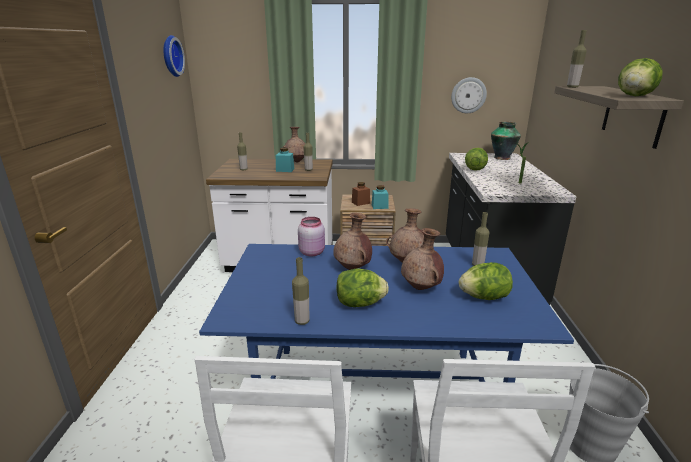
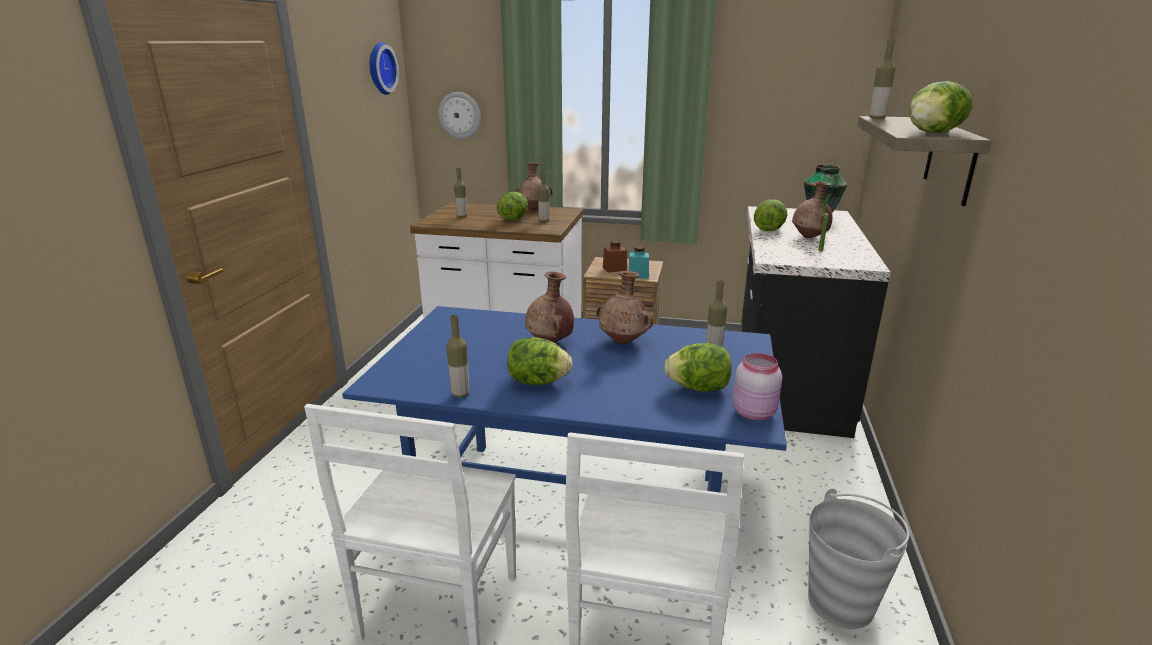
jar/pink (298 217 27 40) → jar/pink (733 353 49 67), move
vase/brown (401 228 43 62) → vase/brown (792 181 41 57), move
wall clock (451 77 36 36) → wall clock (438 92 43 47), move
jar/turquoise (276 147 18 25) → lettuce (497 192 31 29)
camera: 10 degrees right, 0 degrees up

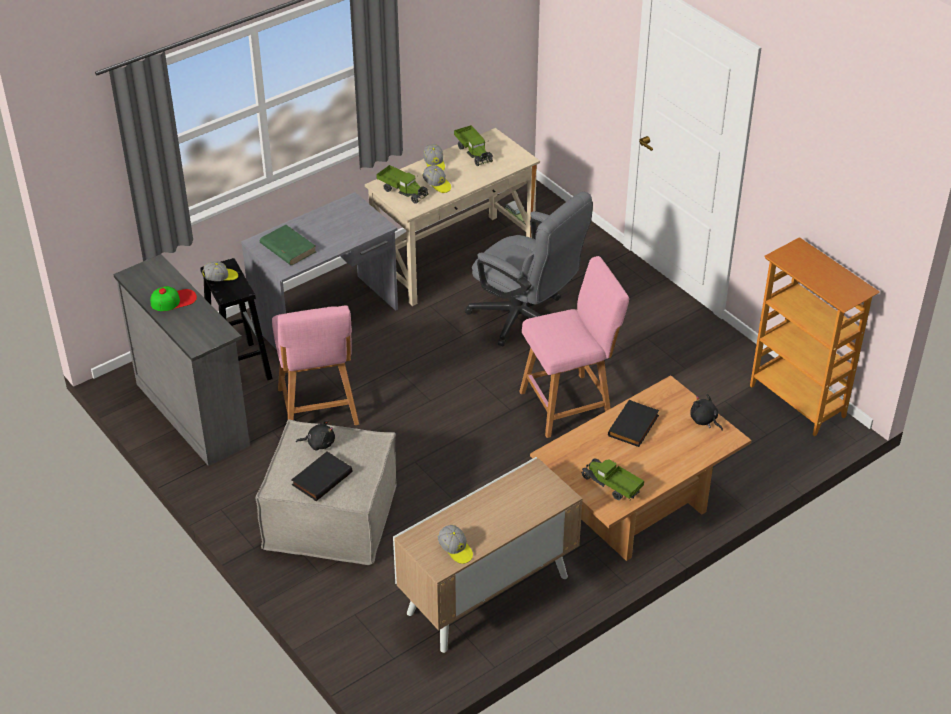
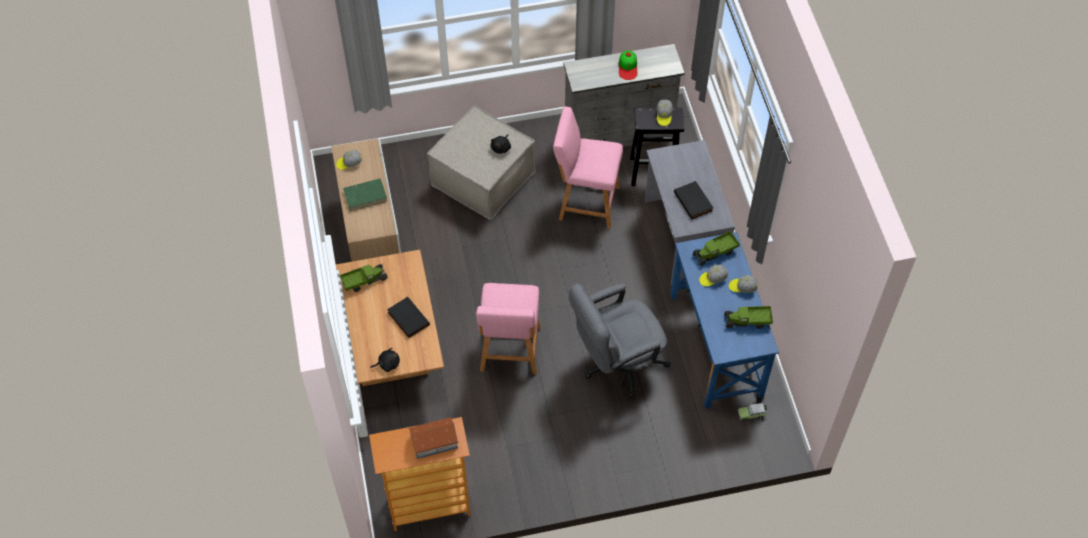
- → toy house (408 417 51 42)
book/green (260 225 56 40) → book/green (343 178 45 33), move
book/black (291 452 61 49) → book/black (674 181 39 38), move
desk/beige (365 128 175 178) → desk/blue (670 232 109 177)
camera: 115 degrees right, 15 degrees up

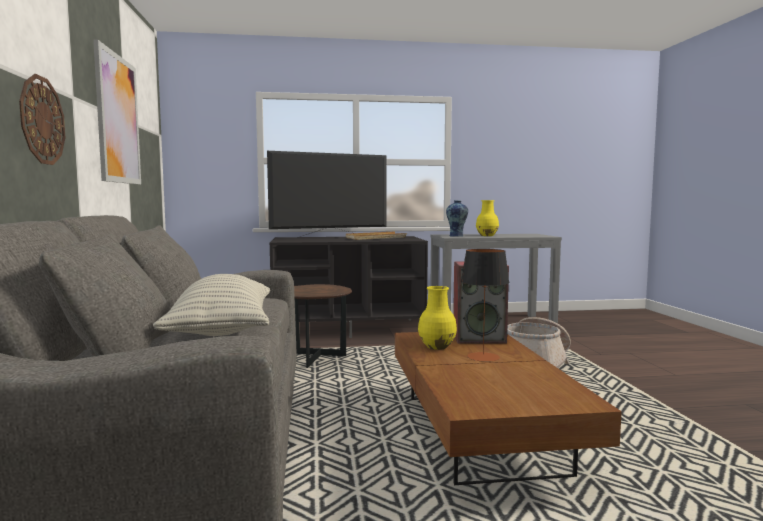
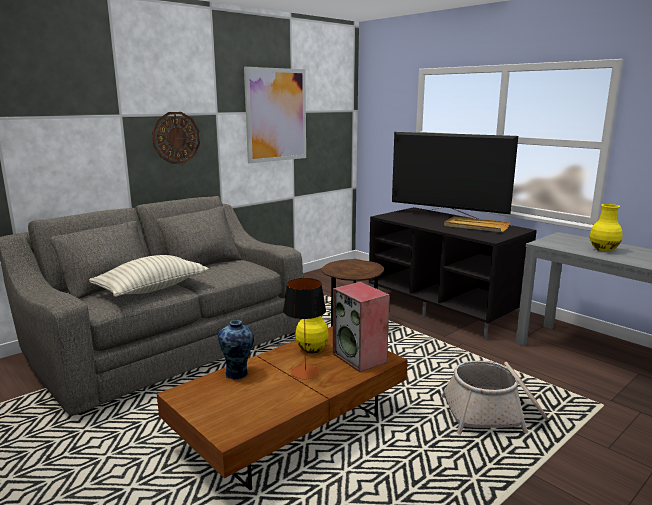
vase (446 200 22 37) → vase (218 320 36 59), move
camera: 55 degrees right, 10 degrees up

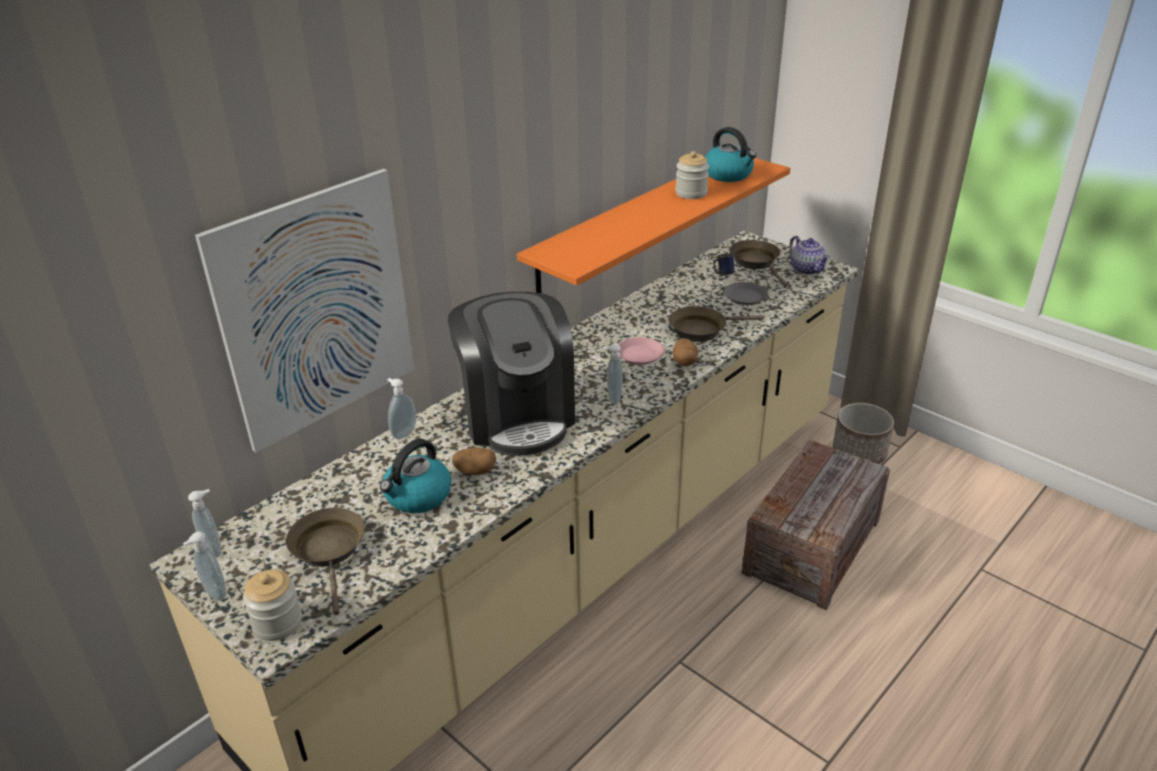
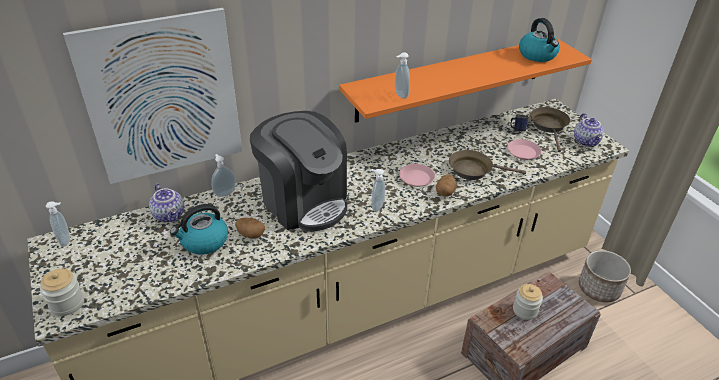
frying pan/brown (286 508 79 107) → -
- → teapot (149 183 35 39)
soap dispenser (183 532 44 69) → soap dispenser (395 52 15 47), move
jar (675 151 34 48) → jar (513 284 30 36), move
plate/grey (724 282 44 23) → plate/pink (507 139 35 21)
coffee machine (448 292 127 164) → coffee machine (250 111 97 121), 45 degrees counterclockwise
camera: 20 degrees right, 5 degrees up

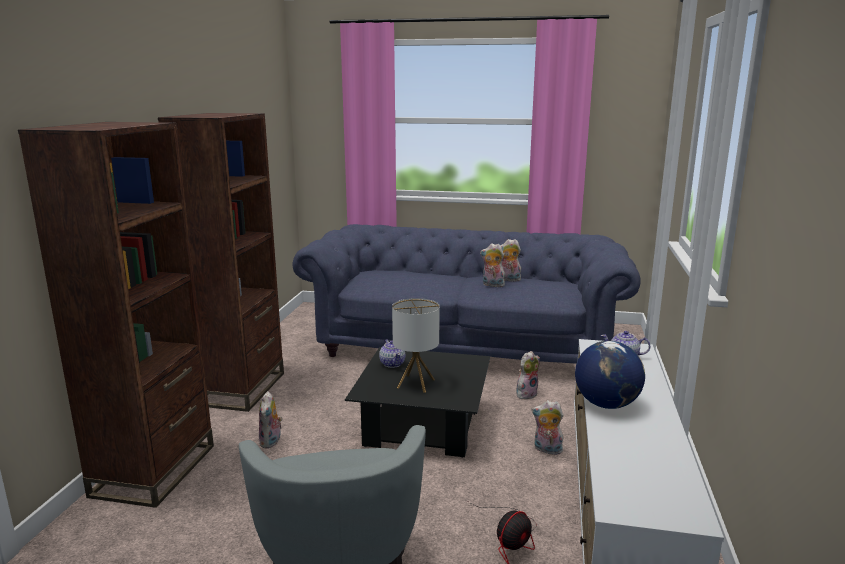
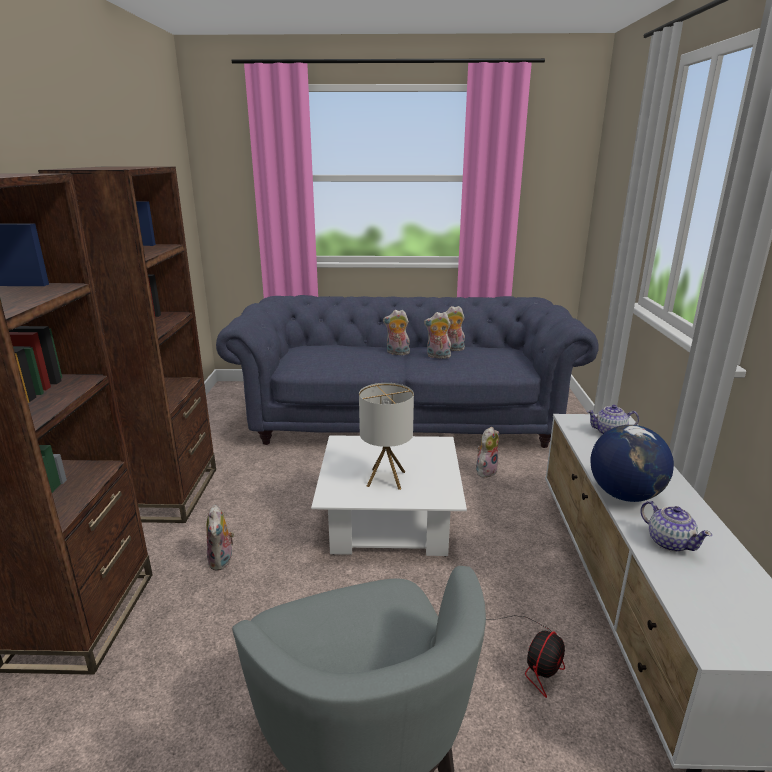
teapot (379 339 26 29) → teapot (640 501 72 51), move
plush toy (531 400 32 55) → plush toy (383 310 27 45), move
coffee table/black (345 347 145 111) → coffee table/white (311 435 156 122)
camera: 10 degrees left, 5 degrees up

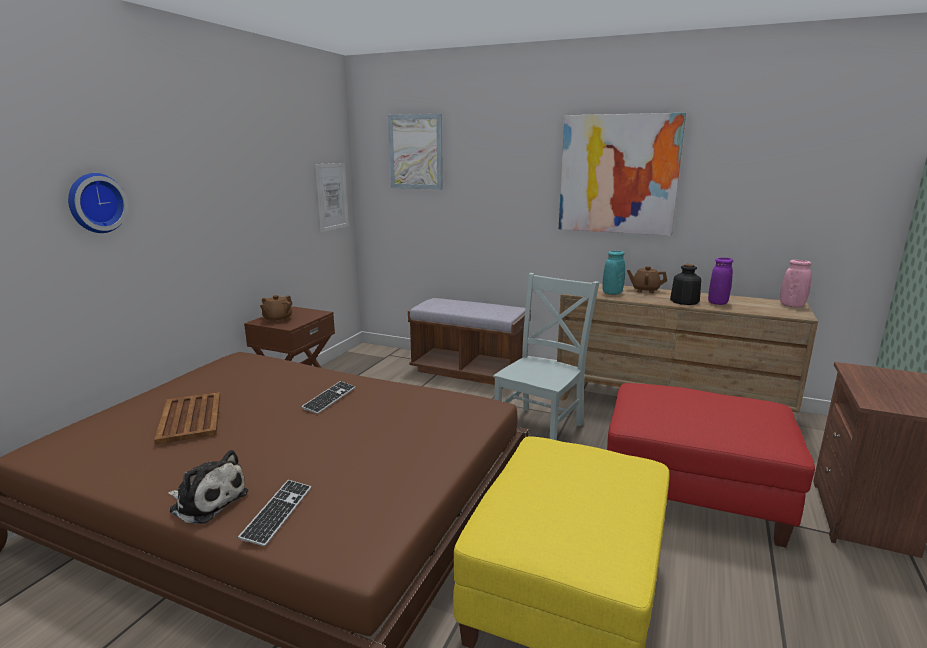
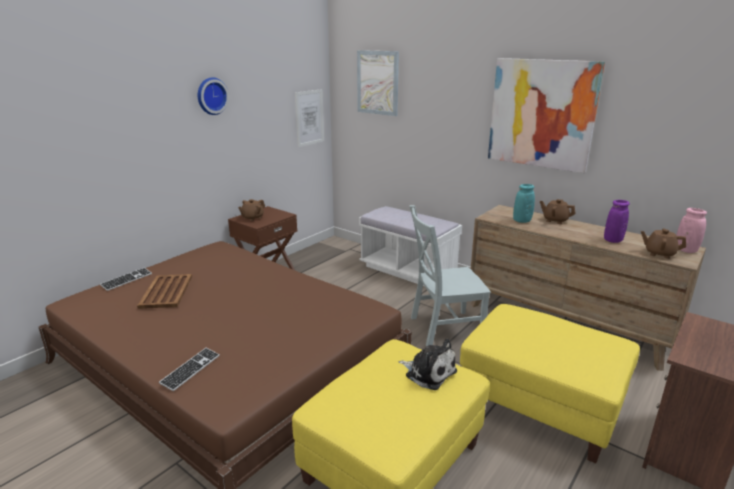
bottle (670 264 31 41) → -
- → teapot/brown (641 228 45 31)
wall clock (68 173 60 60) → wall clock (198 77 31 38), move
plush toy (168 450 80 74) → plush toy (399 339 58 51), move
keyboard (301 381 55 33) → keyboard (100 268 52 23), move
bench/brown (408 298 123 87) → bench/white (359 206 103 80)
ottoman/red (607 383 208 165) → ottoman/yellow (460 304 180 159)
chair/grey (493 273 107 167) → chair/grey (409 205 82 141), 150 degrees counterclockwise
camera: 15 degrees right, 5 degrees up

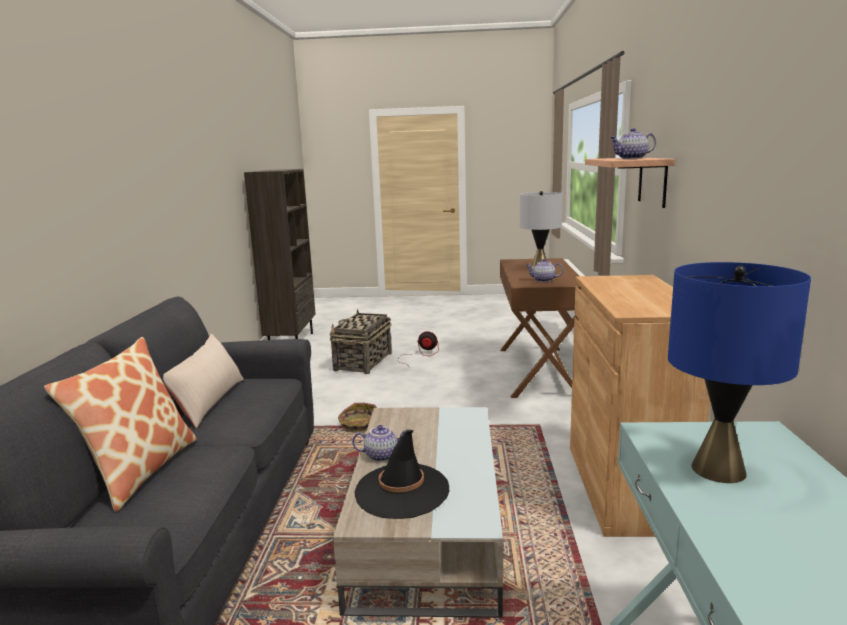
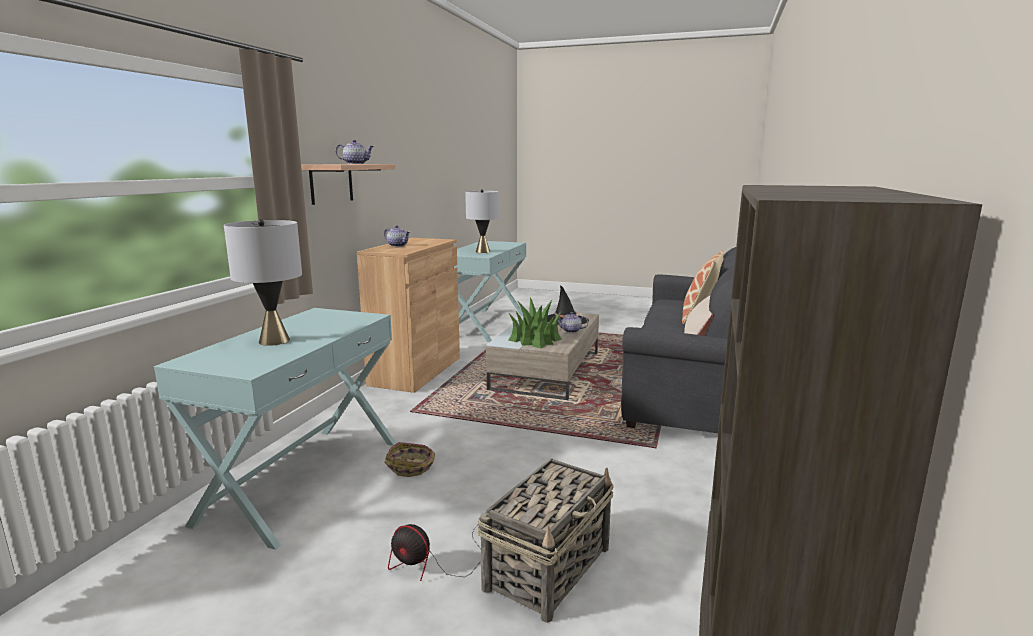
- → potted plant (509 298 53 50)
basket (338 403 39 29) → basket (384 442 51 35), move
teapot (525 259 38 23) → teapot (384 225 26 22), move
console table/brown (500 258 81 140) → console table/turquoise (154 308 243 242)
table lamp/blue (668 262 143 221) → table lamp/grey (465 189 34 64)
camera: 165 degrees left, 0 degrees up

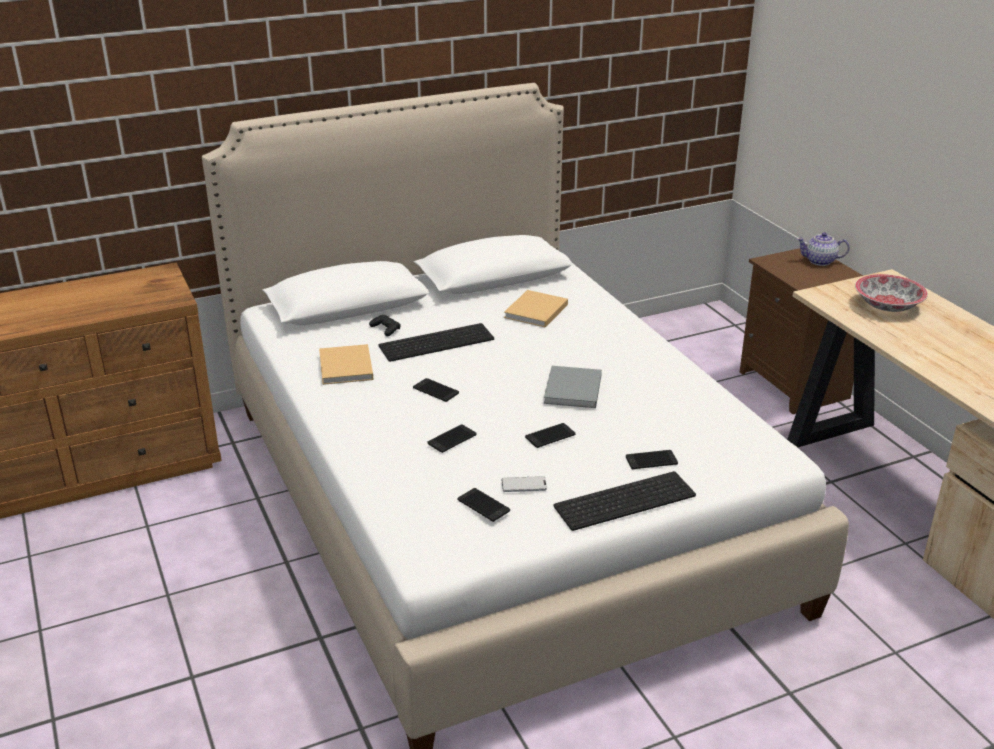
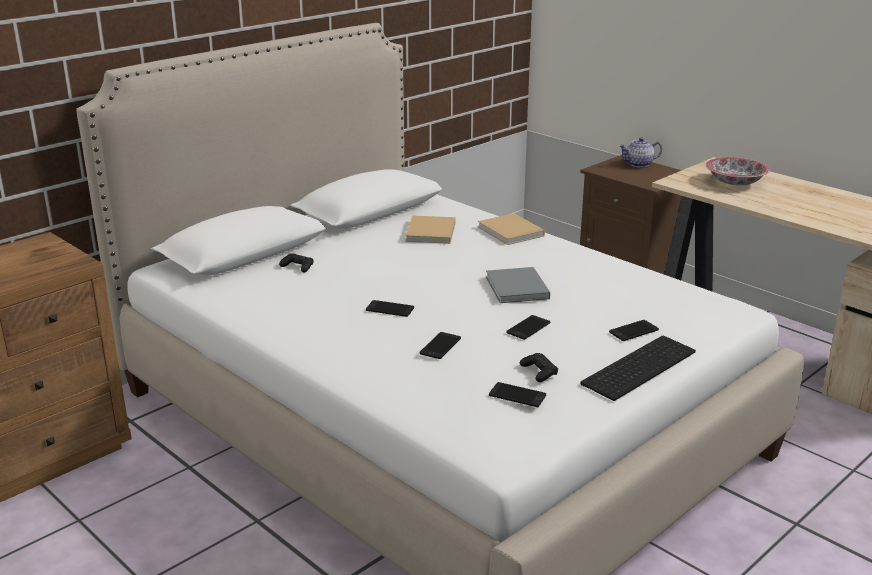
keyboard (378 323 116 39) → -
book/beige (319 344 54 41) → book/beige (478 213 67 32), move
phone (502 476 45 16) → game controller/black (520 353 38 29)
camera: 20 degrees left, 5 degrees down

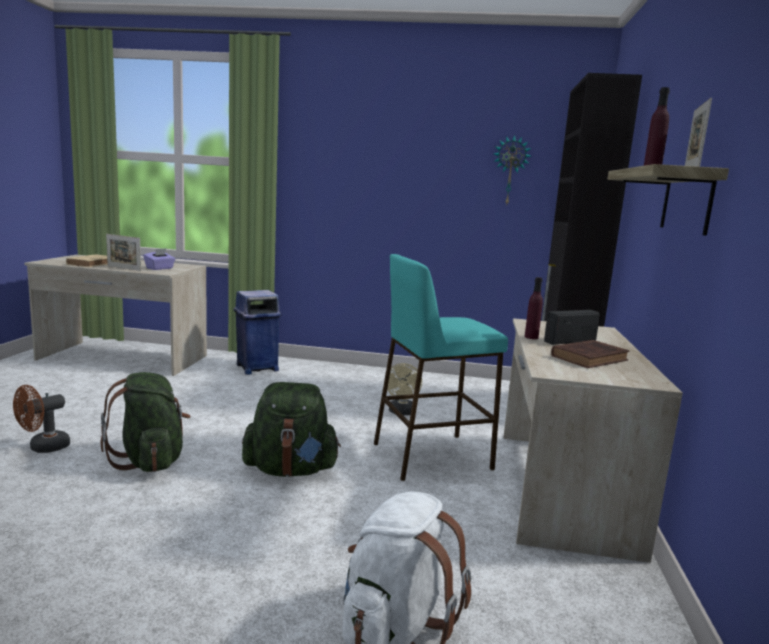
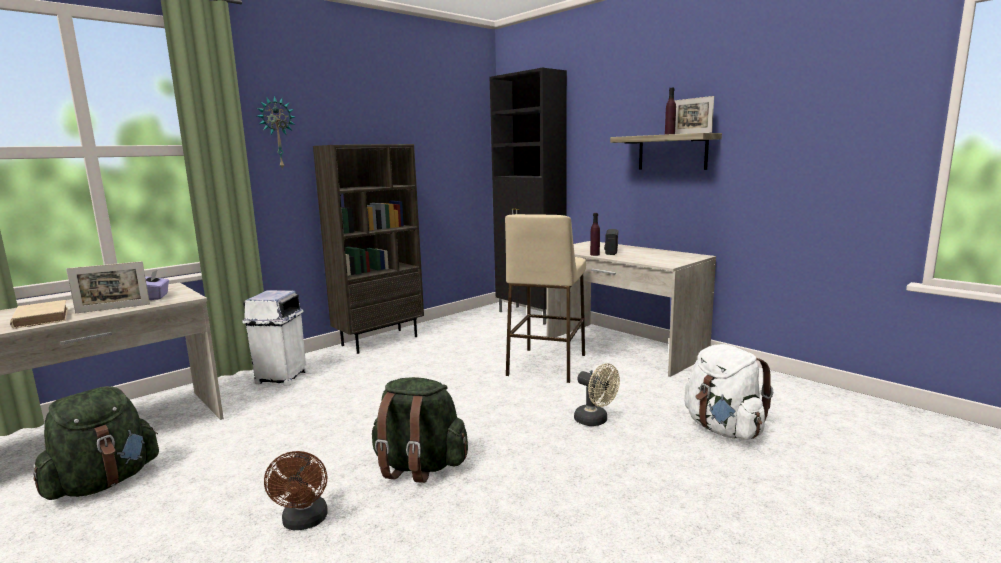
book/brown (551 340 78 28) → -
- → bookcase/brown (313 144 111 210)
backpack/green (242 382 99 95) → backpack/green (33 386 126 114), move
fan/beige (387 363 35 52) → fan/beige (574 363 46 63), move
wall clock (494 135 37 69) → wall clock (257 95 38 75), move
trash can/blue (233 290 48 85) → trash can/white (242 290 66 96)
stool/turquoise (374 254 134 227) → stool/beige (505 214 81 169)
camera: 50 degrees left, 0 degrees up

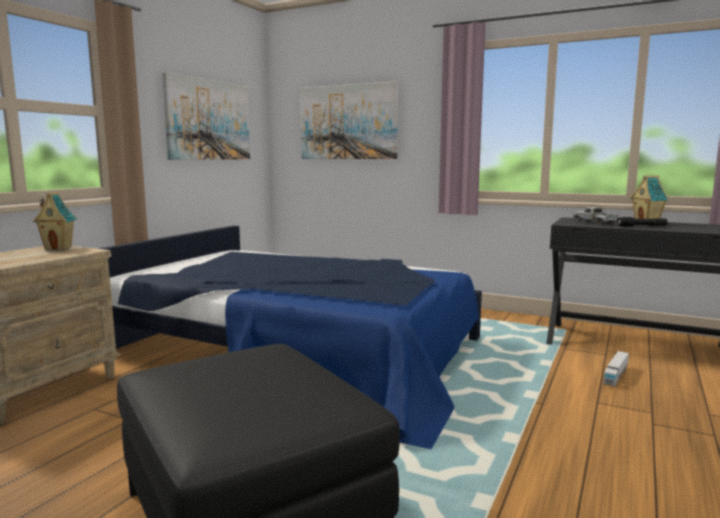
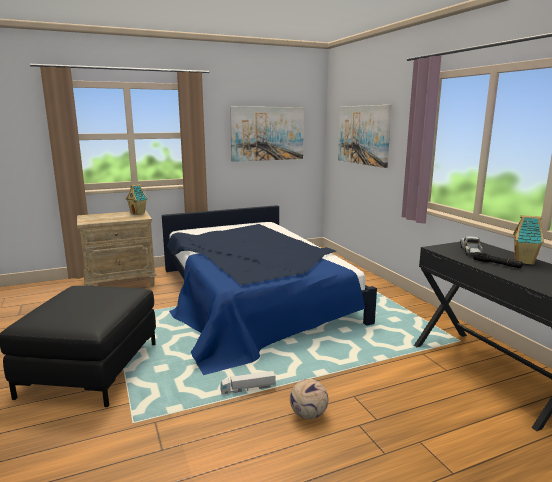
- → football (290 379 39 40)
toy truck (603 351 26 35) → toy truck (220 371 56 23), move
camera: 40 degrees right, 5 degrees up

